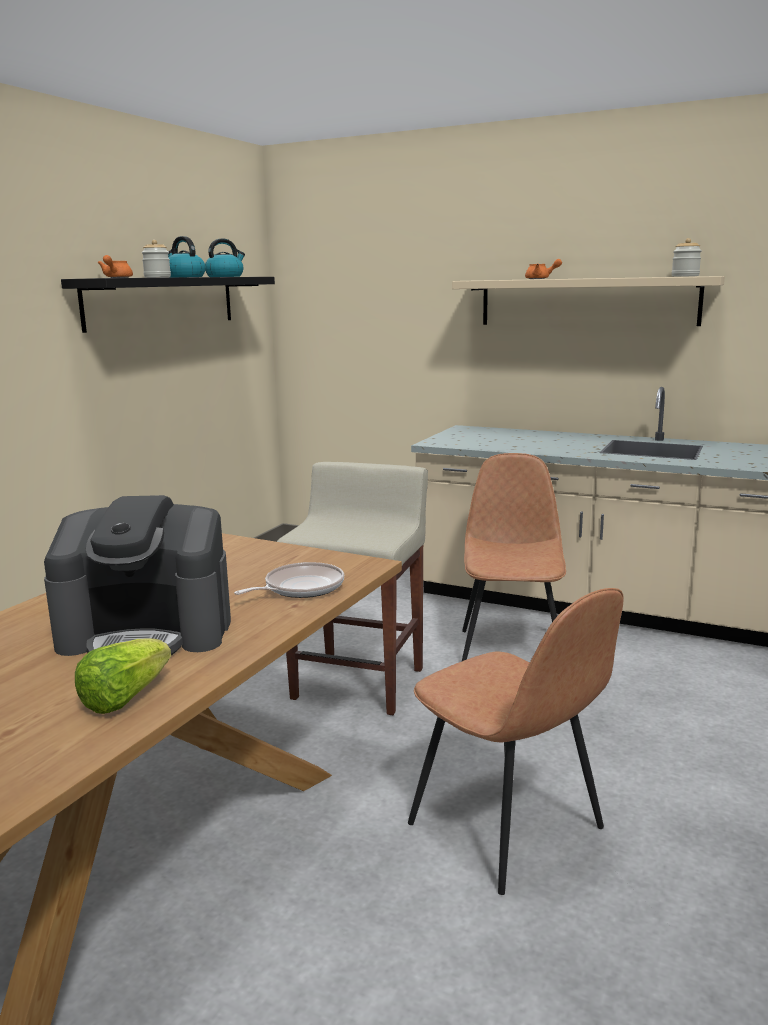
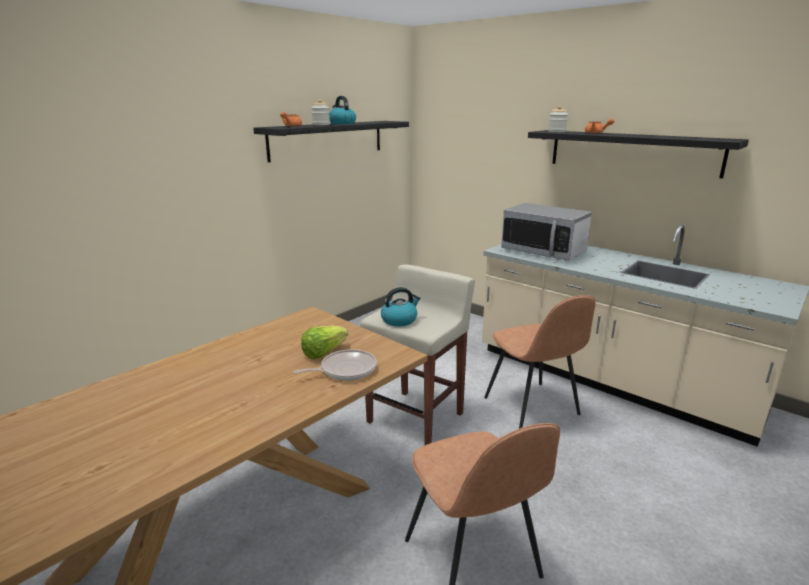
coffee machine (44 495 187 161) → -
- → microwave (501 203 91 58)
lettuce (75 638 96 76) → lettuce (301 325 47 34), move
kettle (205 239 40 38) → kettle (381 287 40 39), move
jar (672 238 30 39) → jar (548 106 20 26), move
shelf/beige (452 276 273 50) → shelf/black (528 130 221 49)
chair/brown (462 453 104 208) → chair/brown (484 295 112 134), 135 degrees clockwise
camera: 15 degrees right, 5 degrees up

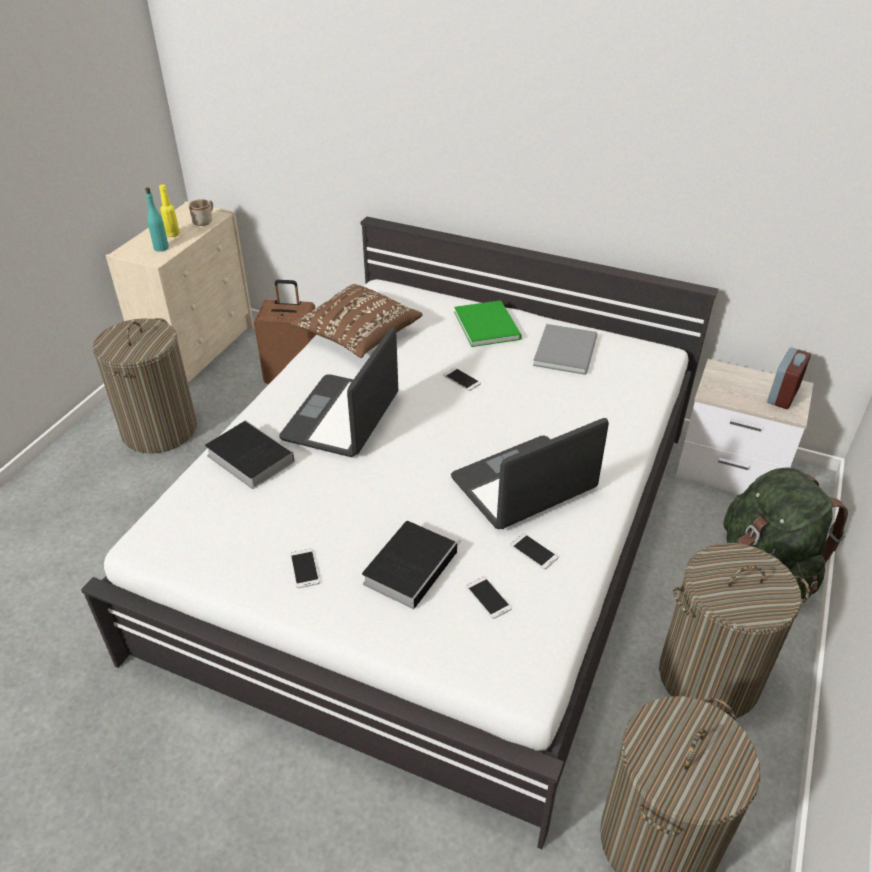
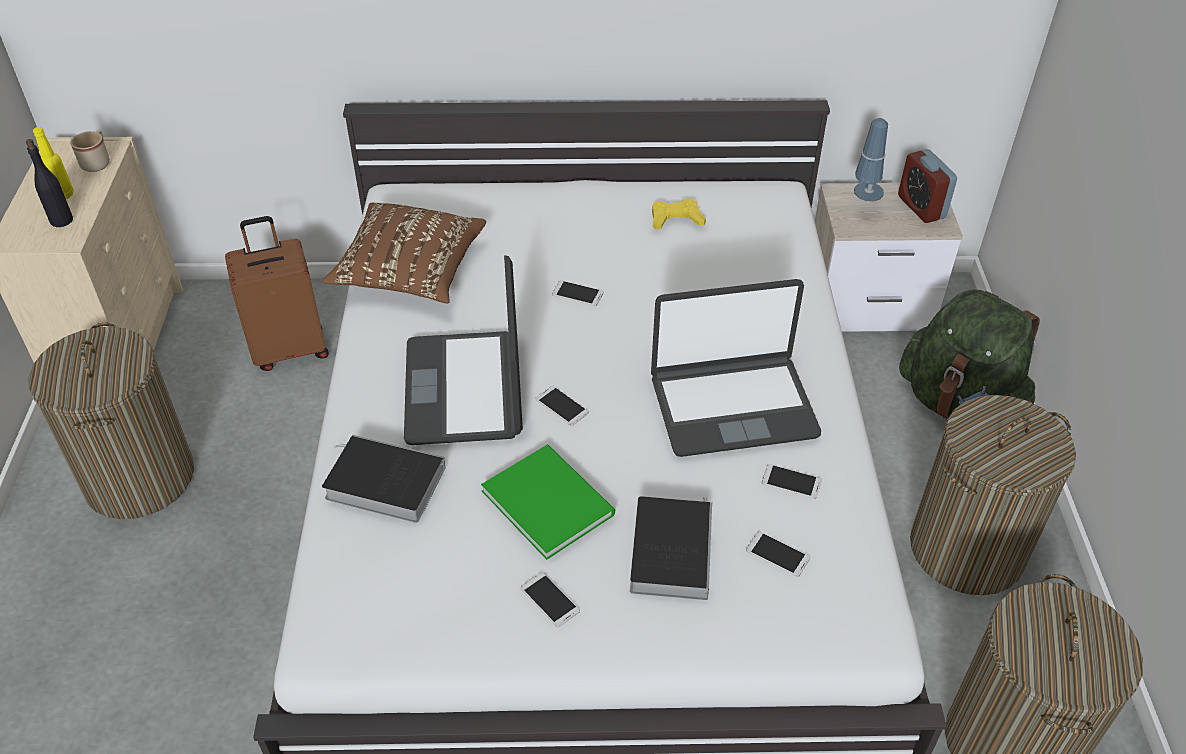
- → phone (535 386 54 40)
- → table lamp (854 118 34 83)
book/green (454 300 68 47) → book/green (481 445 134 115), move
book/grey (533 324 65 51) → game controller/yellow (652 198 54 32)
bottle/turquoise (145 187 24 65) → bottle/black (26 139 47 88)
laptop (451 418 158 111) → laptop (651 279 170 178), 135 degrees counterclockwise
alarm clock (767 347 44 62) → alarm clock (898 149 59 74), 150 degrees clockwise
camera: 25 degrees left, 5 degrees up

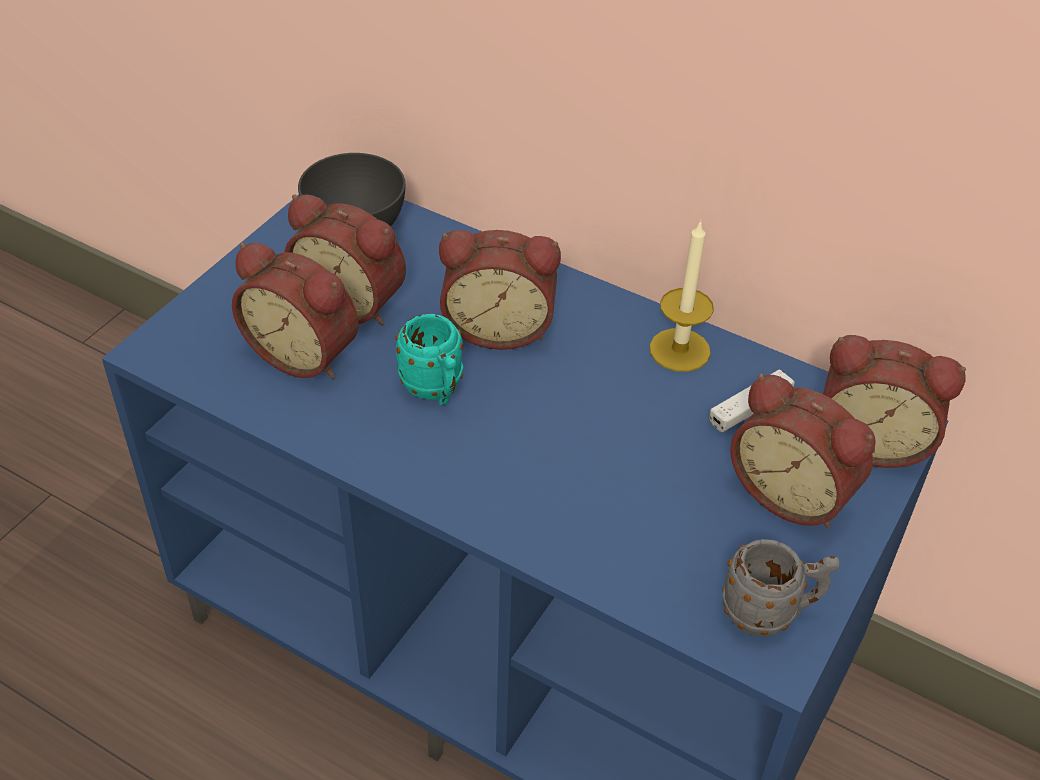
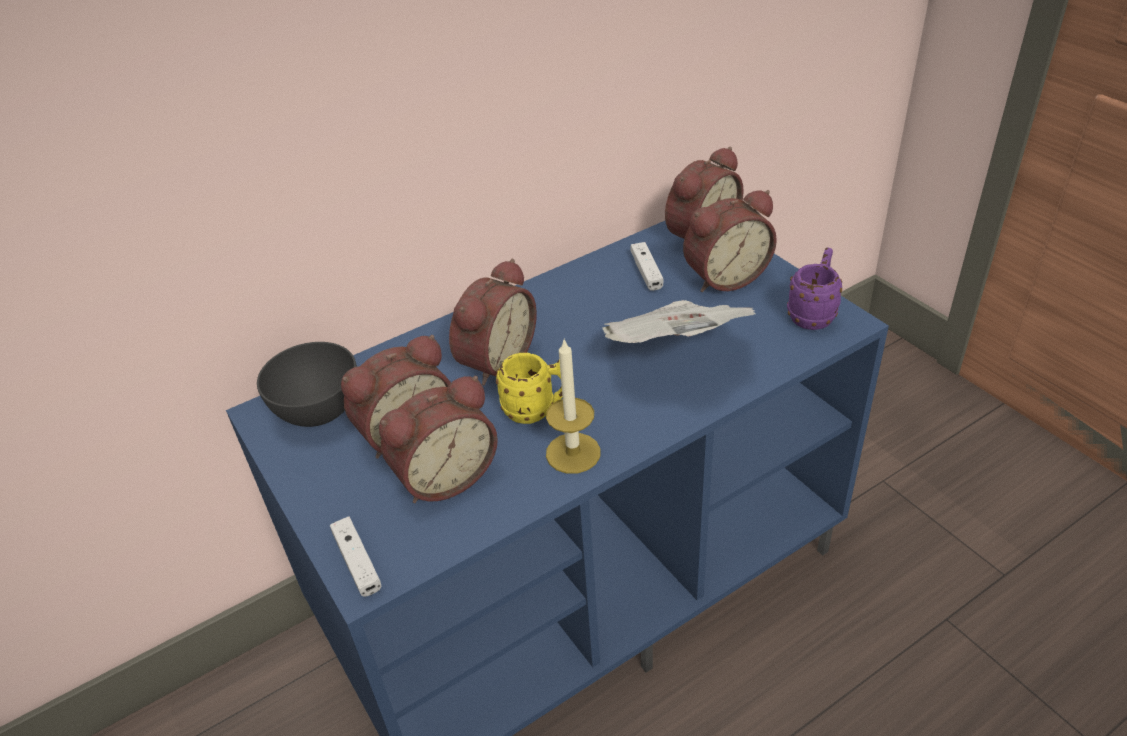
- → game controller/white (330 516 52 81)
- → newspaper (602 300 154 43)
candle (649 220 65 152) → candle (546 338 55 136), move
mug/turquoise (395 314 68 91) → mug/yellow (496 353 67 71)
mug/grey (722 539 118 98) → mug/purple (787 247 55 83)
camera: 60 degrees left, 5 degrees down

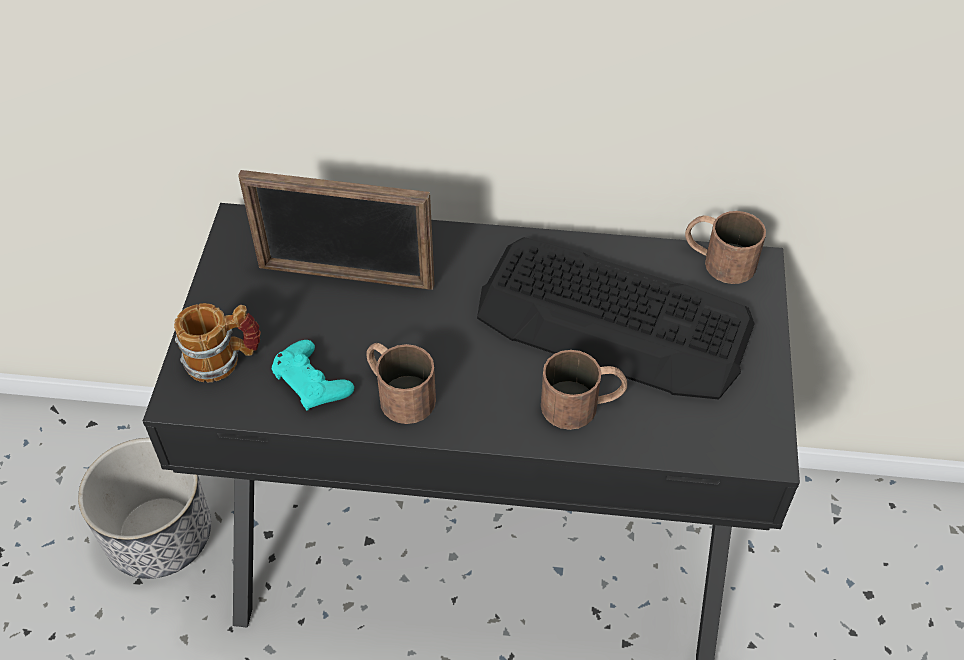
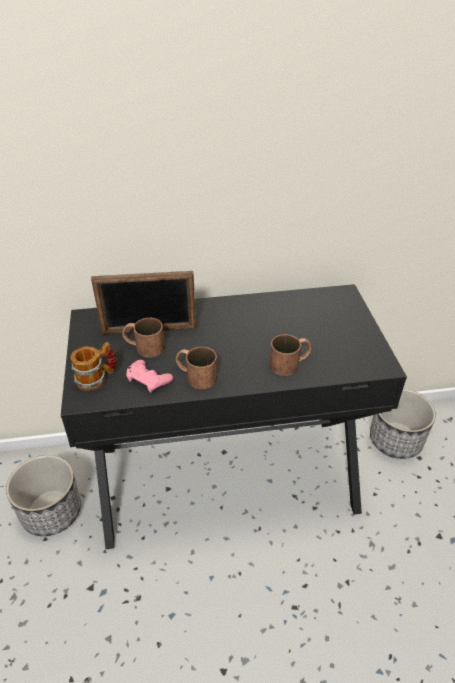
keyboard (477 237 278 162) → -
- → planter (370 389 66 70)
mug/brown (685 211 81 73) → mug/brown (122 318 43 40), move
game controller/turquoise (271 340 83 70) → game controller/pink (126 360 47 33)
camera: 15 degrees left, 10 degrees down

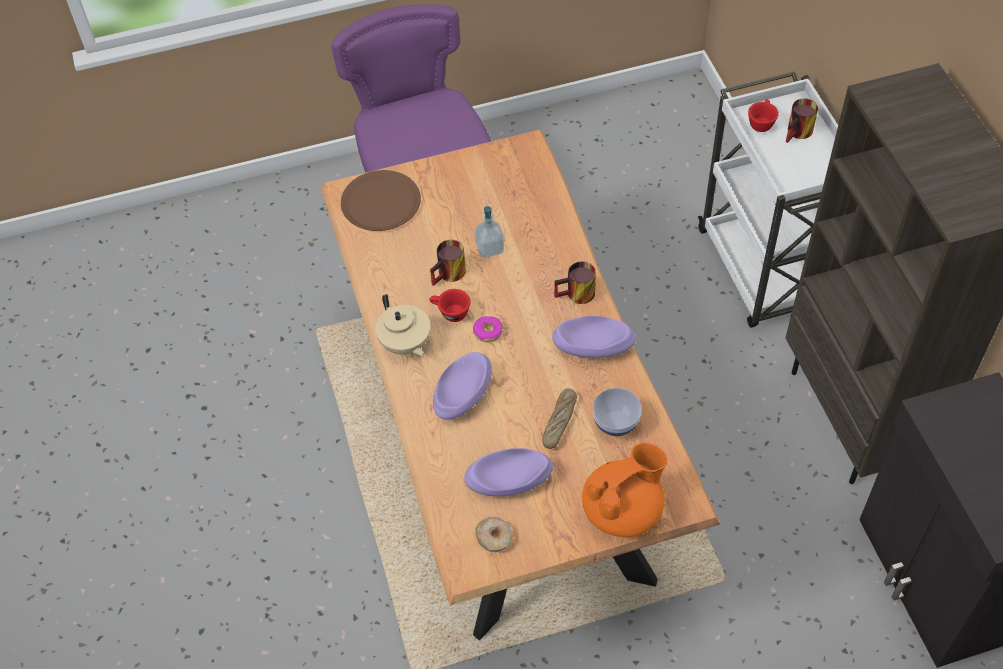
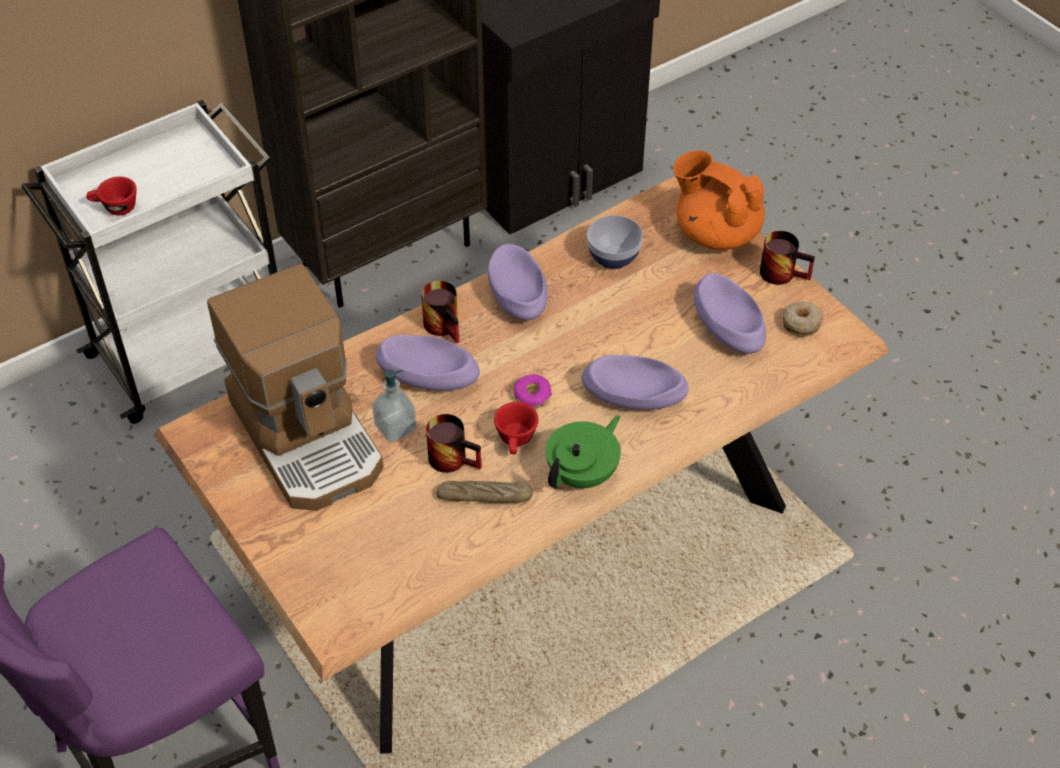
plate/brown (341 170 80 61) → -
- → coffee machine (207 264 177 247)
- → bowl/purple (376 335 104 56)
bread (542 388 35 61) → bread (436 481 97 22), move
mug (786 98 32 45) → mug (760 231 55 54), move
teapot/beige (375 294 55 63) → teapot/green (546 415 75 74)
camera: 110 degrees left, 5 degrees down

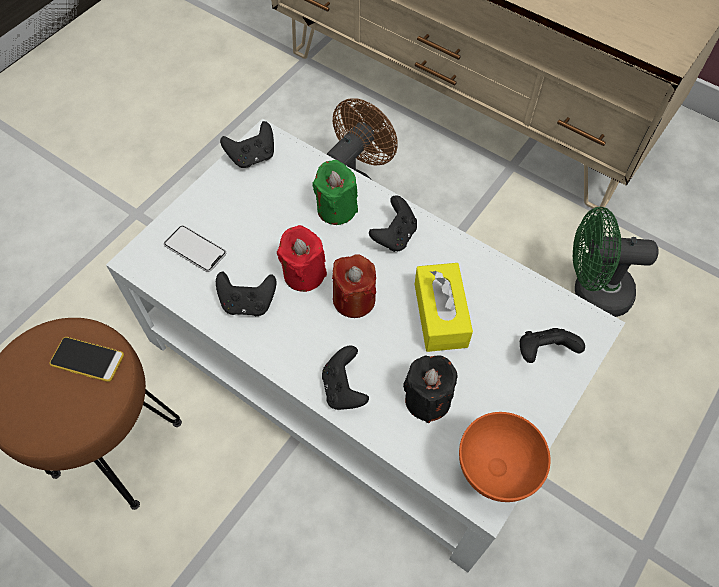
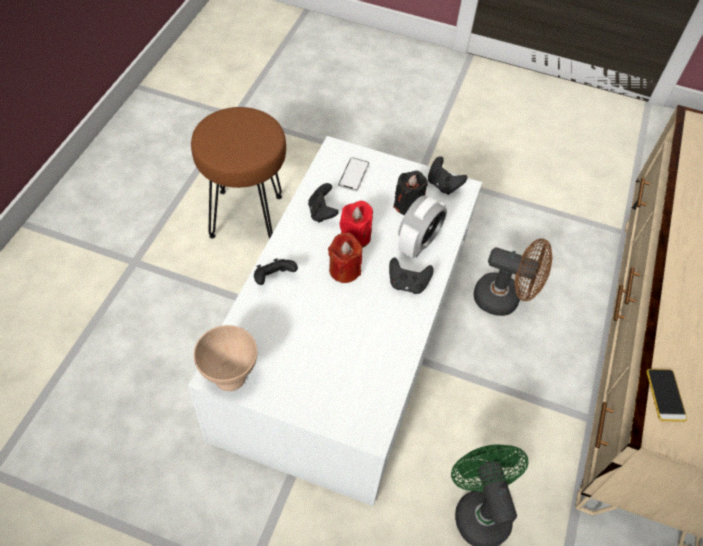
tissue box/yellow (415 263 58 89) → -
game controller/black (520 328 65 35) → -
phone (49 337 75 45) → phone (646 369 41 53), move
candle/black (403 355 54 68) → candle/black (393 171 35 44), move
candle/green (312 160 46 65) → alarm clock (398 195 49 64)
bowl/orange (459 412 92 90) → bowl/beige (194 325 63 66)
camera: 70 degrees right, 5 degrees down

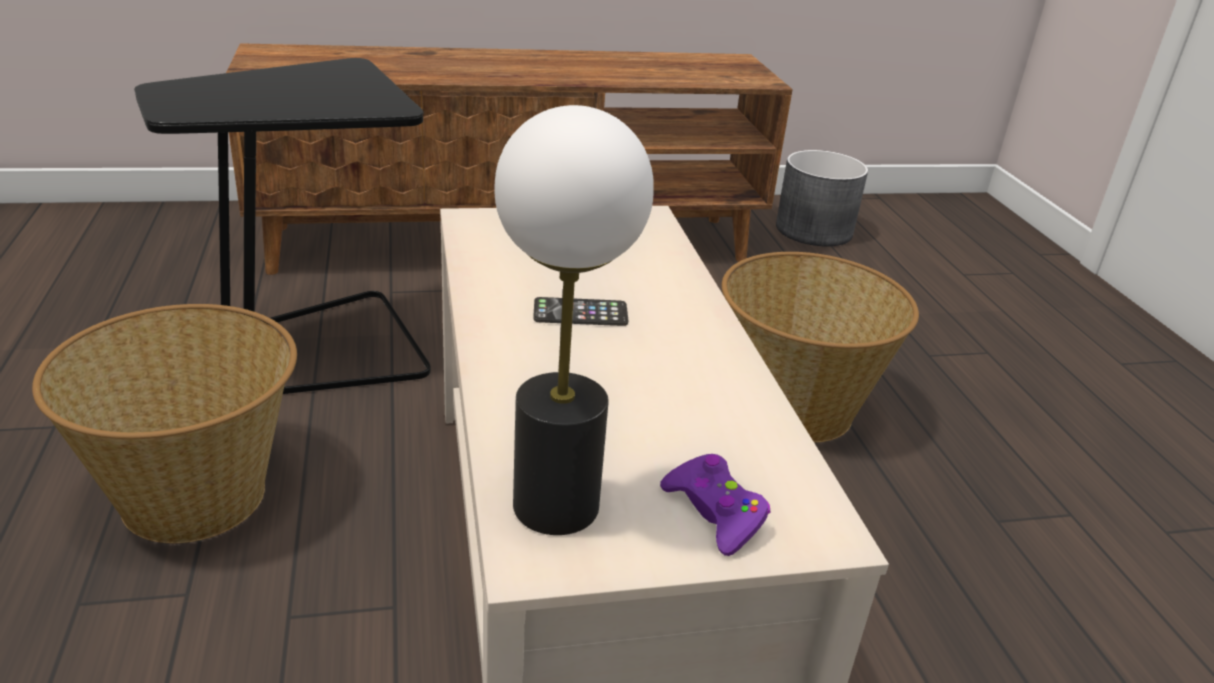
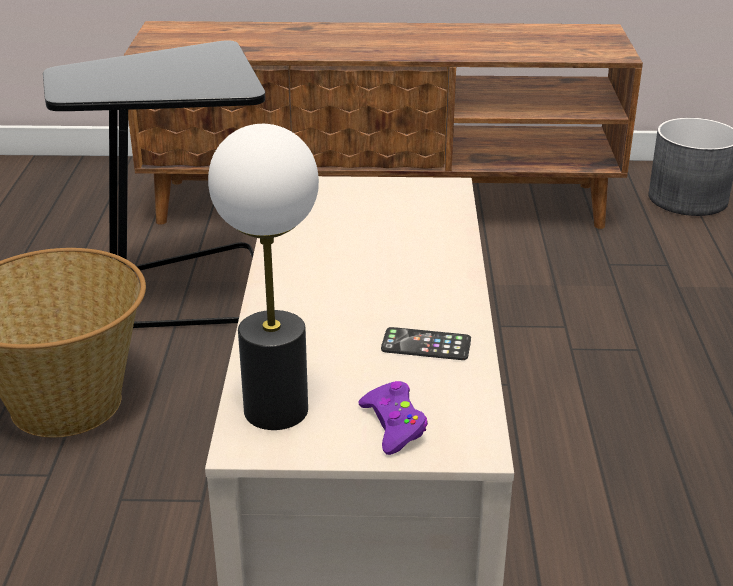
basket (722 252 197 191) → -
phone (533 297 95 29) → phone (381 327 90 33), move
camera: 15 degrees right, 0 degrees up

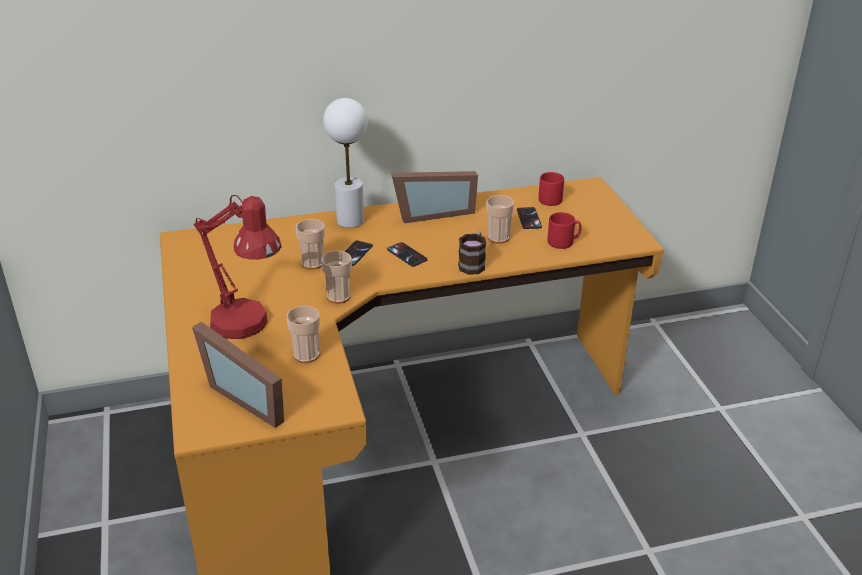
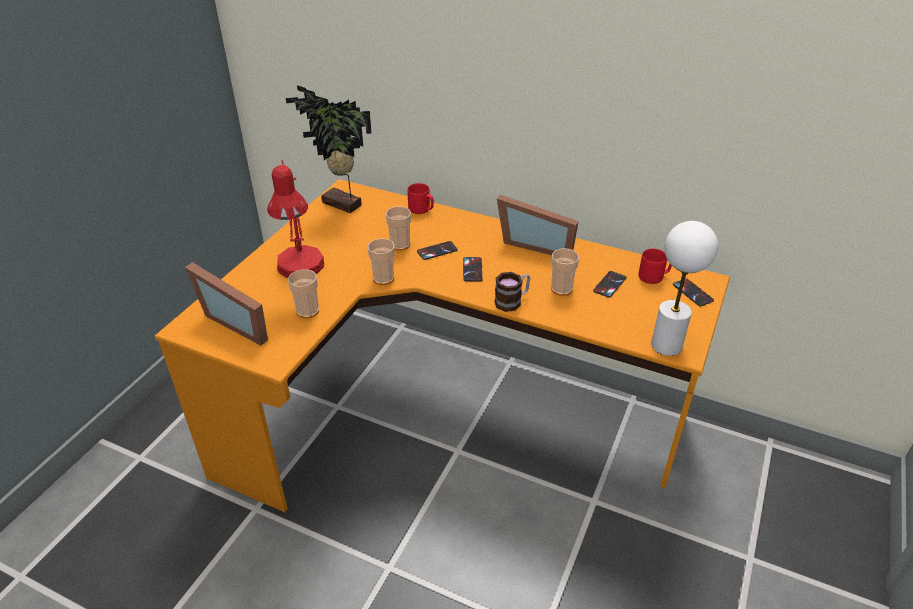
- → potted plant (286 86 85 127)
- → phone (673 278 41 28)
table lamp/white (323 98 45 130) → table lamp/white (651 221 67 135), move
mug/red (547 212 35 37) → mug/red (407 183 27 31), move
picture frame (192 322 92 106) → picture frame (185 262 83 83), 45 degrees counterclockwise
camera: 40 degrees right, 5 degrees up

